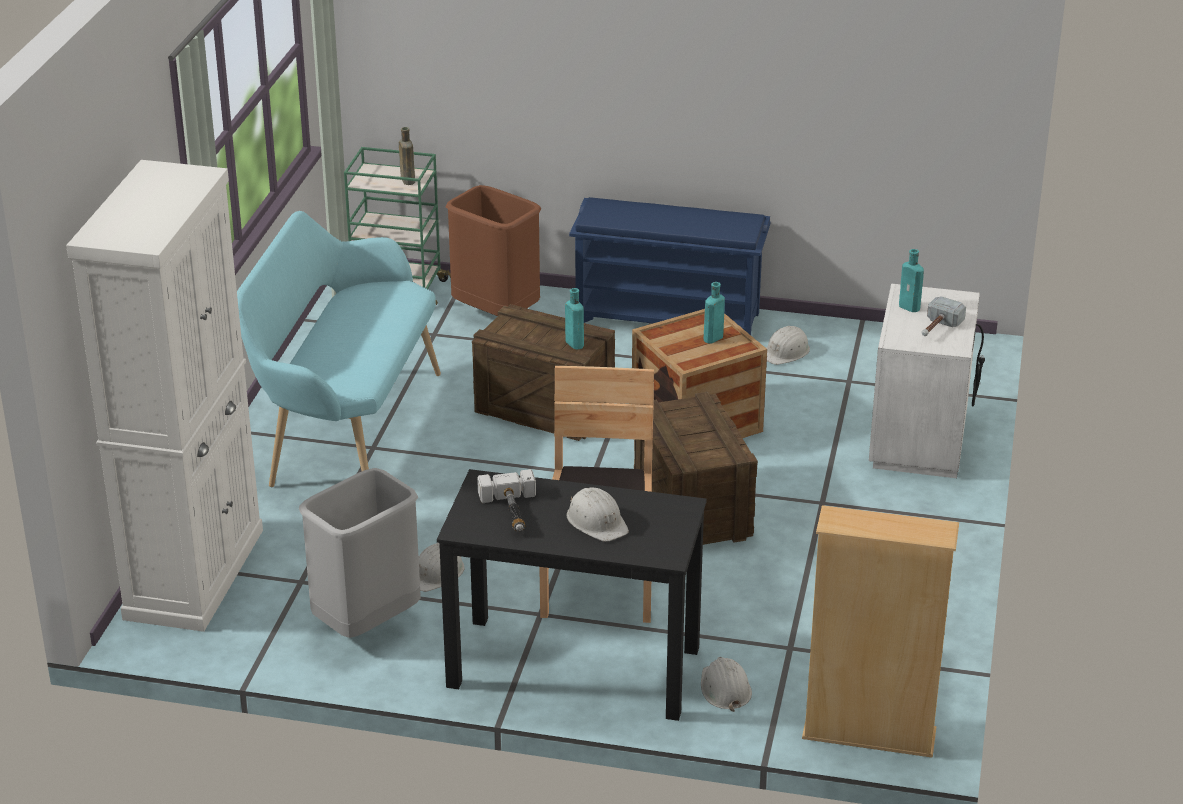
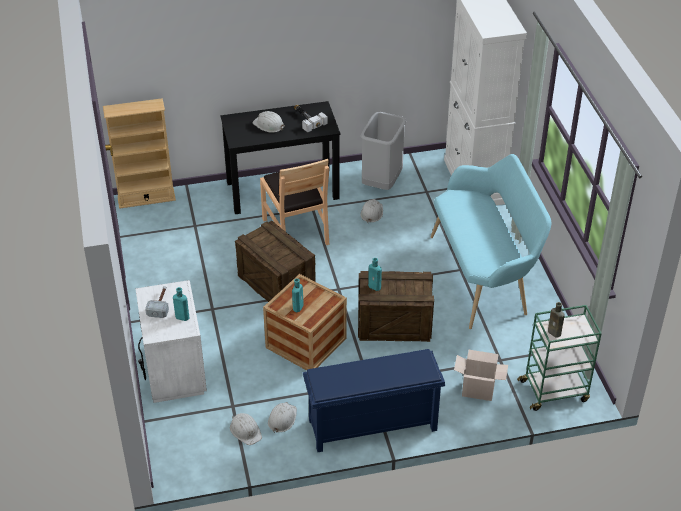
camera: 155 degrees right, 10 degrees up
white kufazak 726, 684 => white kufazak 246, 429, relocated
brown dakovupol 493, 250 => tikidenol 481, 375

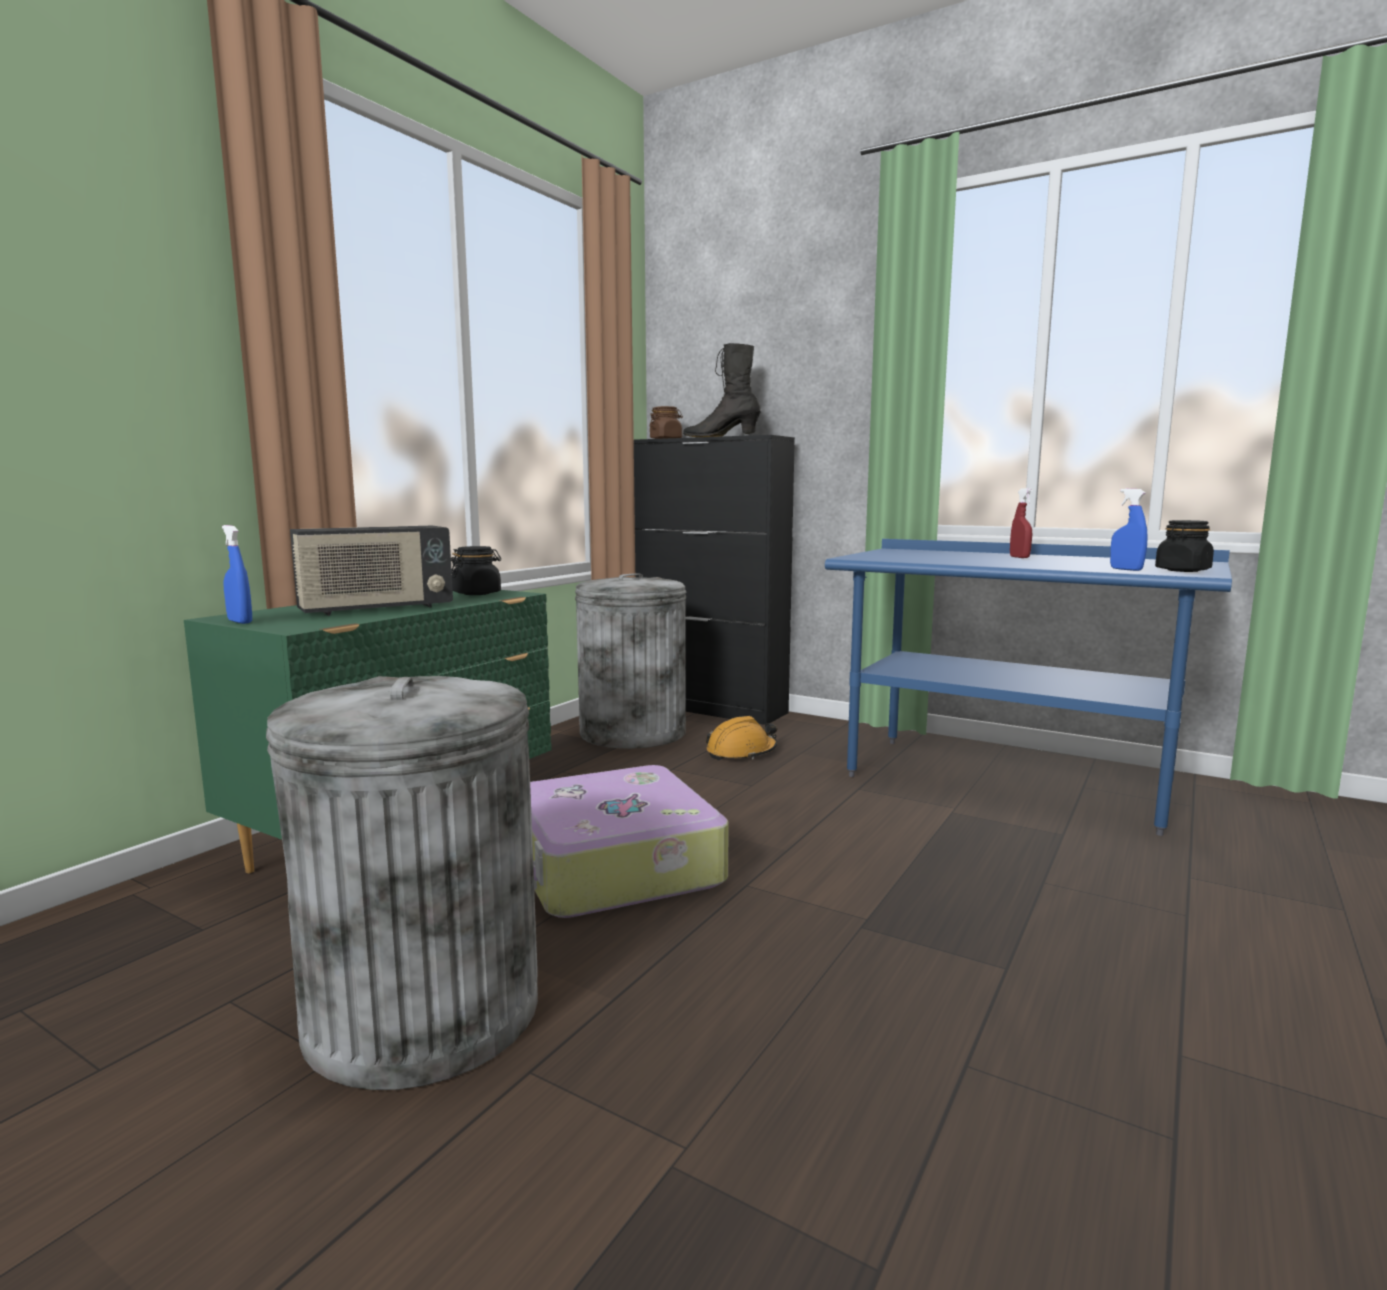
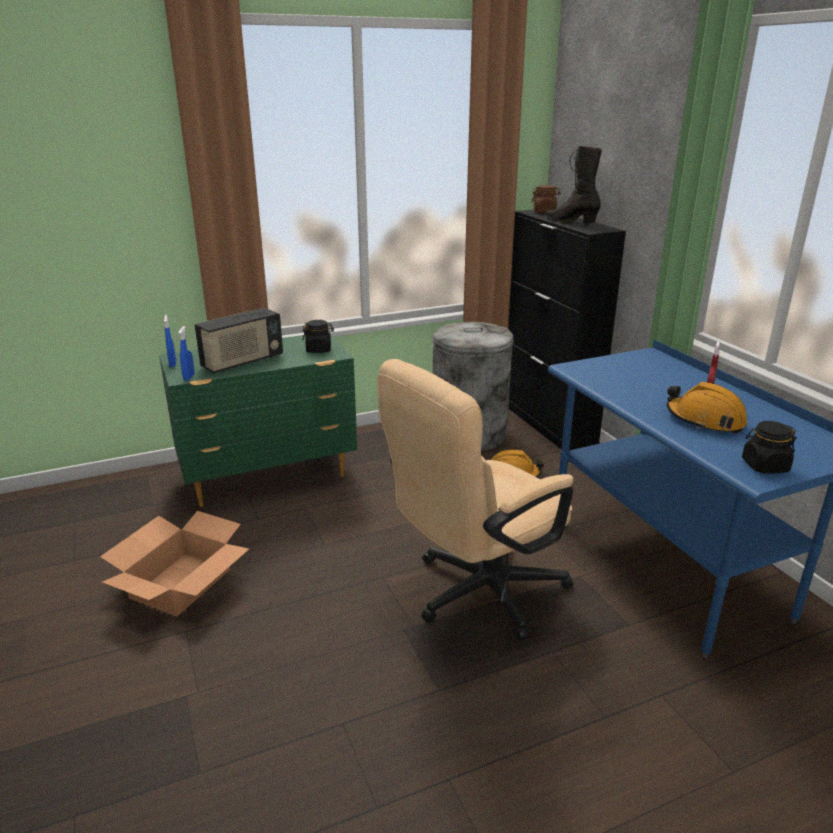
camera: 35 degrees right, 15 degrees up
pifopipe 629, 841 => nothing
nothing => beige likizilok 475, 500
nothing => orange kufazak 707, 408
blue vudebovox 1129, 530 => blue vudebovox 186, 353, relocated
grey dakovupol 402, 883 => tikidenol 174, 563
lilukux 371, 571 => lilukux 238, 340, 45 degrees counterclockwise

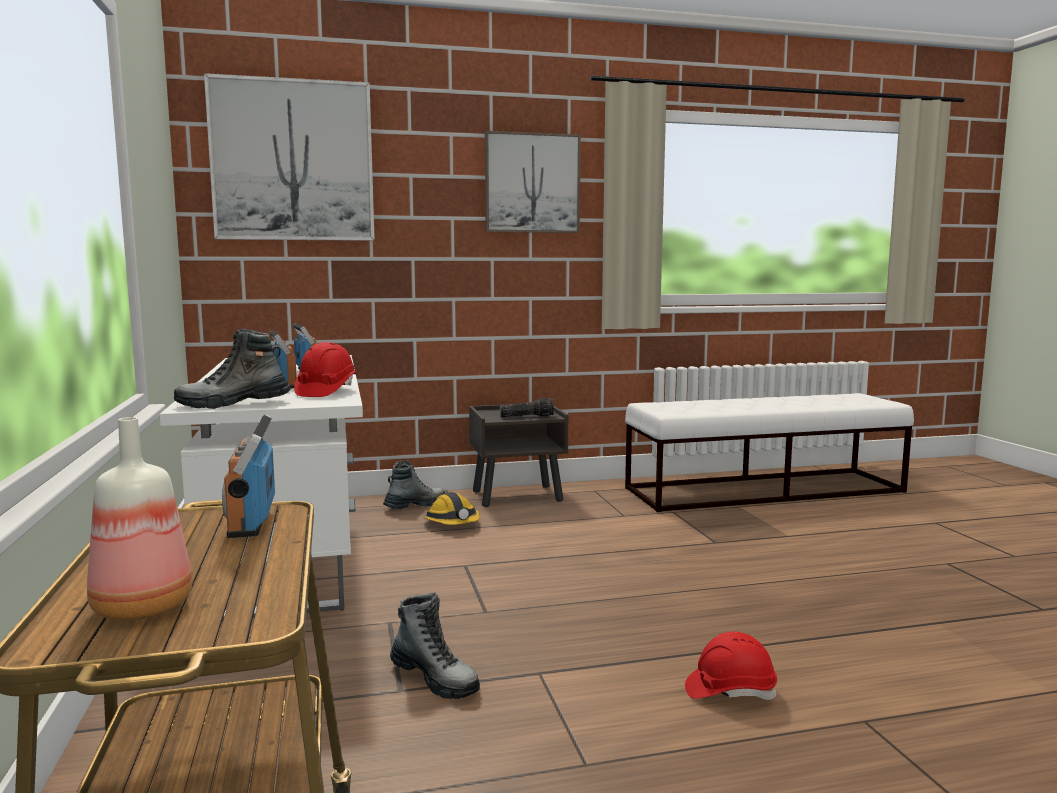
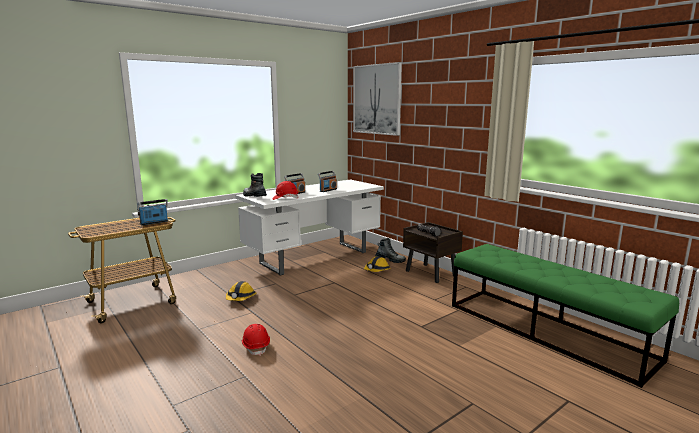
camera: 65 degrees right, 5 degrees up
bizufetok 140, 519 => nothing
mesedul 533, 182 => nothing
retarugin 435, 646 => kufazak 241, 291
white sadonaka 769, 452 => green sadonaka 565, 316

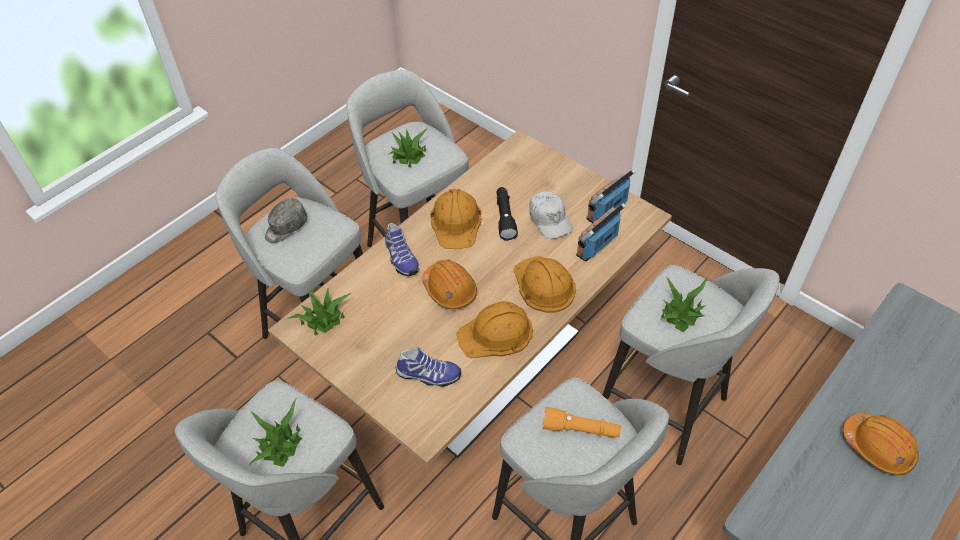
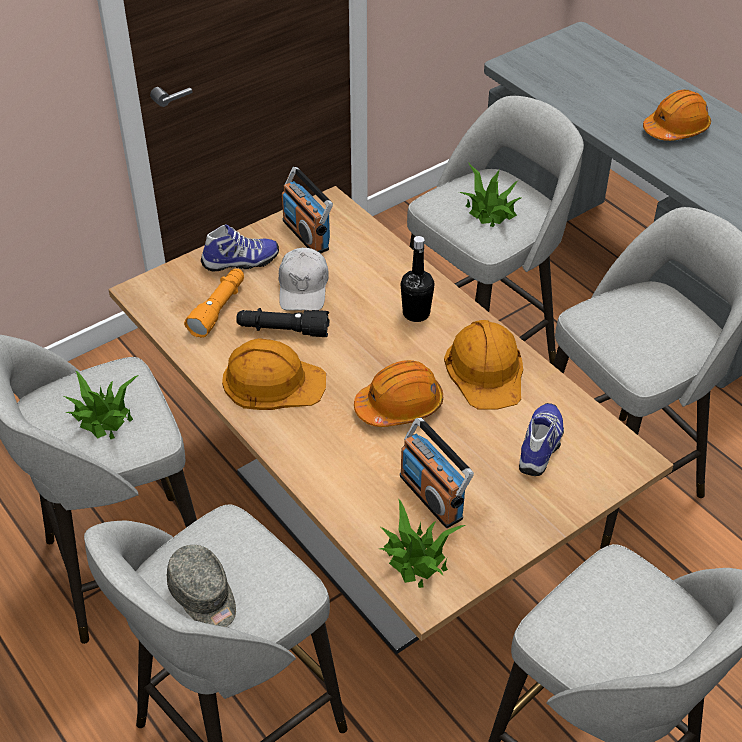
camera: 80 degrees left, 5 degrees down
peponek 275, 432 => nothing
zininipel 402, 249 => zininipel 240, 247, relocated
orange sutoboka 582, 422 => orange sutoboka 214, 303, relocated
lilukux 601, 232 => lilukux 437, 473, relocated
orange kufazak 545, 284 => black bizufetok 417, 279
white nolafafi 551, 215 => white nolafafi 303, 279, 105 degrees clockwise

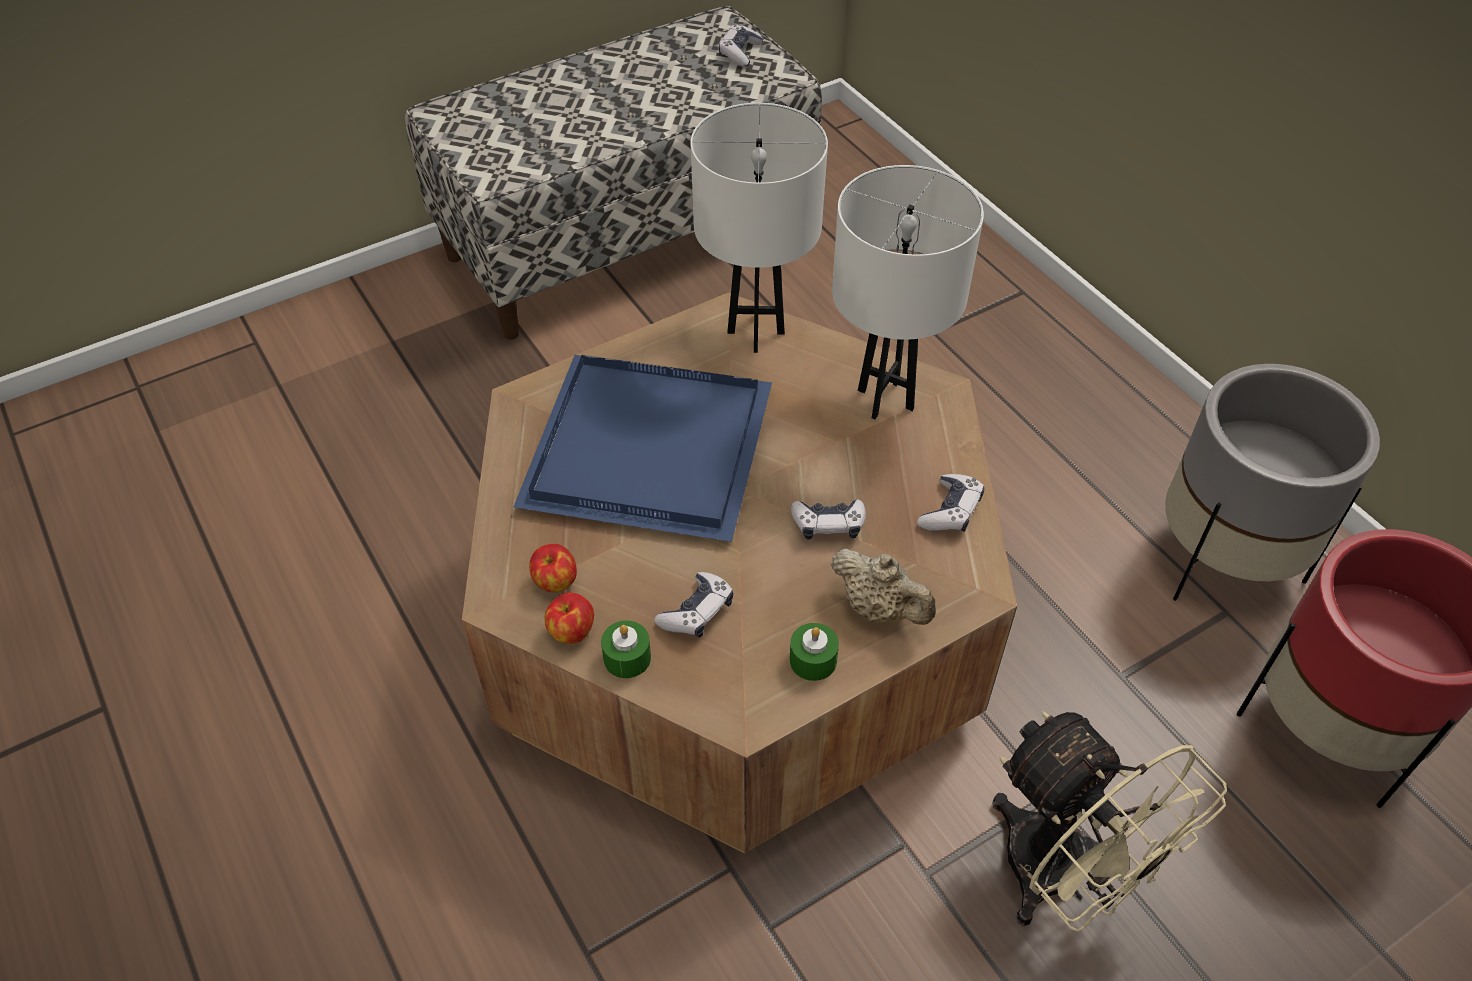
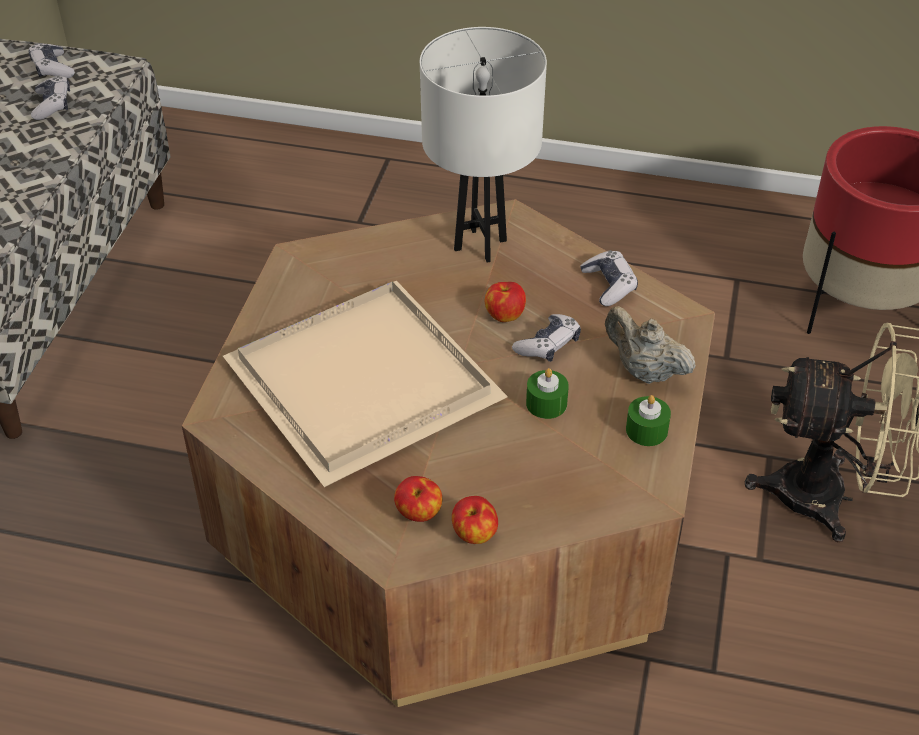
camera: 45 degrees left, 5 degrees down
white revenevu 759, 228 => nothing
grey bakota 1272, 482 => nothing
nothing => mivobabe 505, 302
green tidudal 626, 649 => green tidudal 547, 393, relocated
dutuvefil 693, 605 => dutuvefil 50, 98, relocated
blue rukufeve 642, 448 => beige rukufeve 365, 384
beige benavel 883, 587 => beige benavel 650, 345, 135 degrees counterclockwise

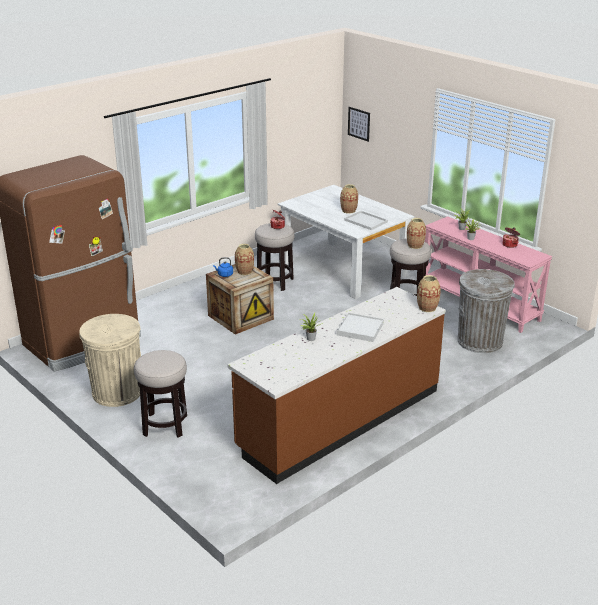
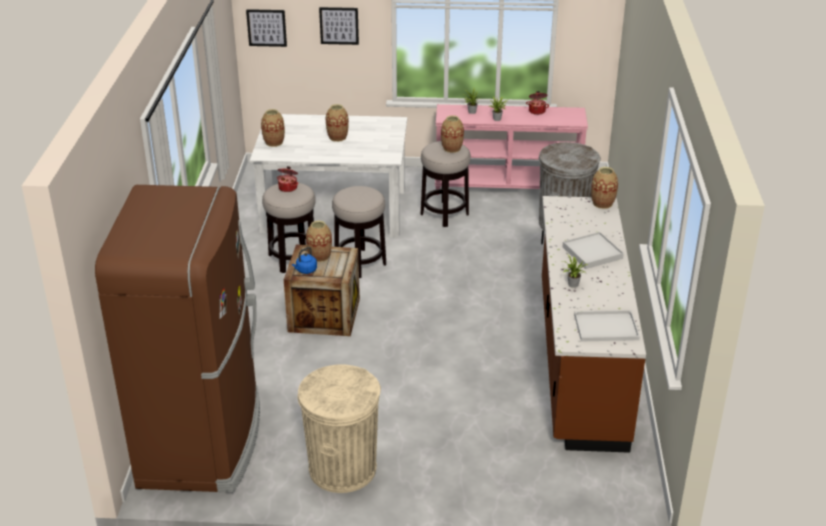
camera: 45 degrees left, 5 degrees up
nothing => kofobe 273, 128
nothing => mesedul 339, 26
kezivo 160, 394 => kezivo 359, 232, relocated
white rukufeve 366, 220 => white rukufeve 607, 325, relocated

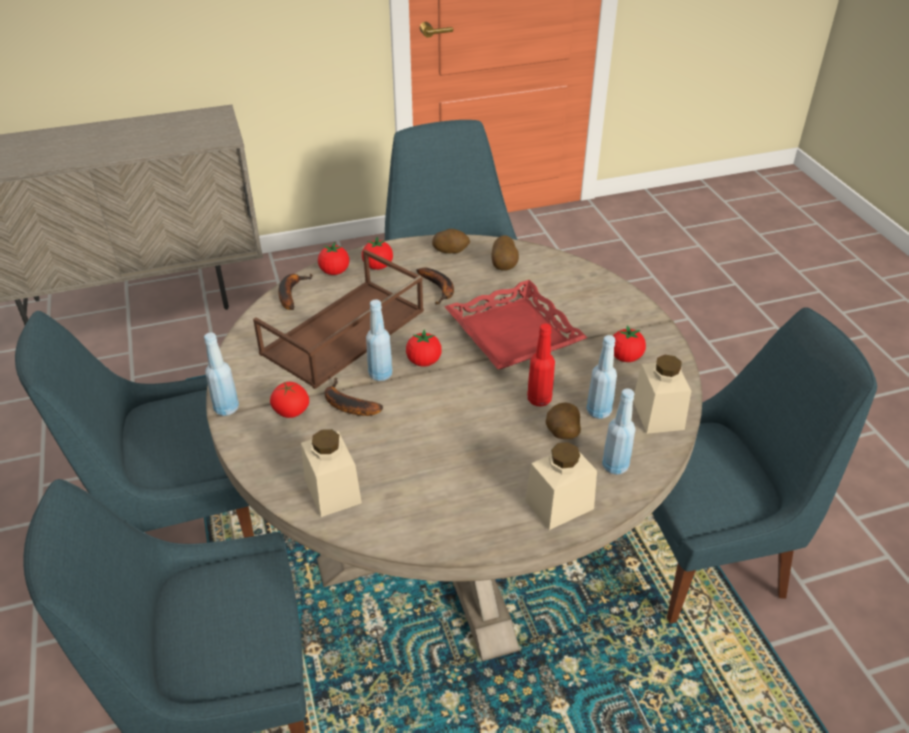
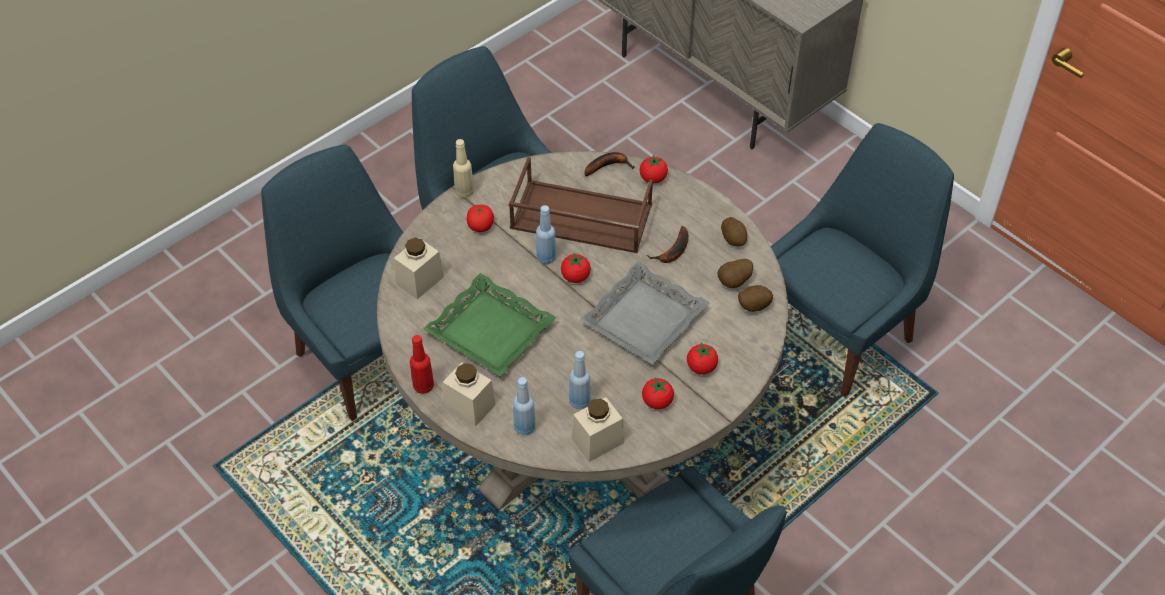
camera: 65 degrees right, 10 degrees up
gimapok 354, 397 => nothing
nothing => green rukufeve 490, 325
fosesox 377, 253 => fosesox 702, 358, relocated
red bizufetok 541, 365 => red bizufetok 422, 364, relocated
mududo 563, 420 => mududo 755, 298, relocated
blue bizufetok 221, 374 => beige bizufetok 463, 168
red rukufeve 516, 324 => grey rukufeve 644, 313

